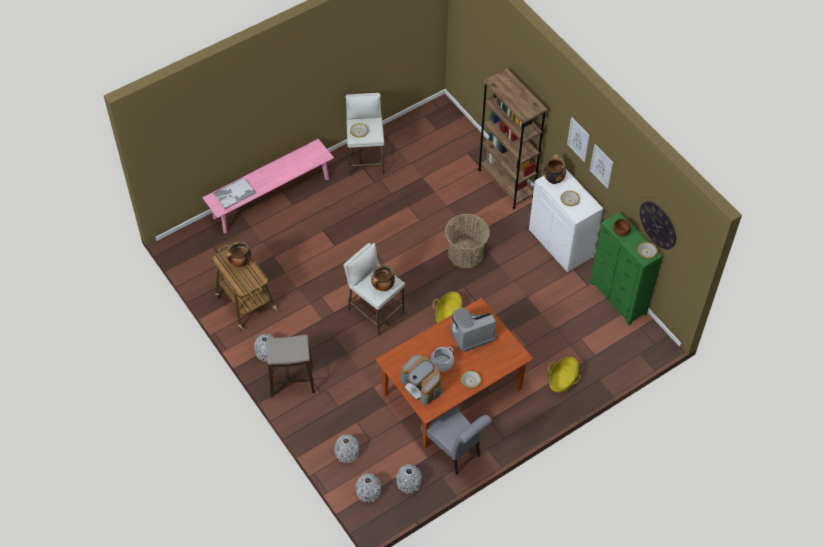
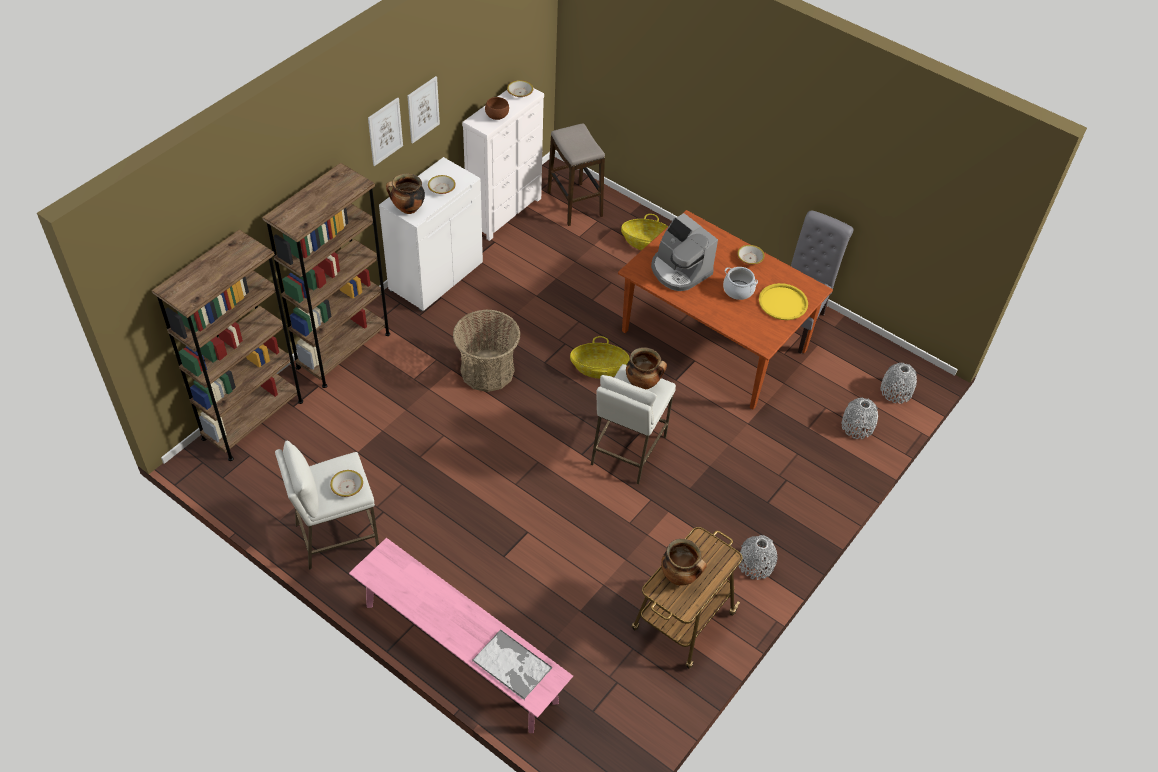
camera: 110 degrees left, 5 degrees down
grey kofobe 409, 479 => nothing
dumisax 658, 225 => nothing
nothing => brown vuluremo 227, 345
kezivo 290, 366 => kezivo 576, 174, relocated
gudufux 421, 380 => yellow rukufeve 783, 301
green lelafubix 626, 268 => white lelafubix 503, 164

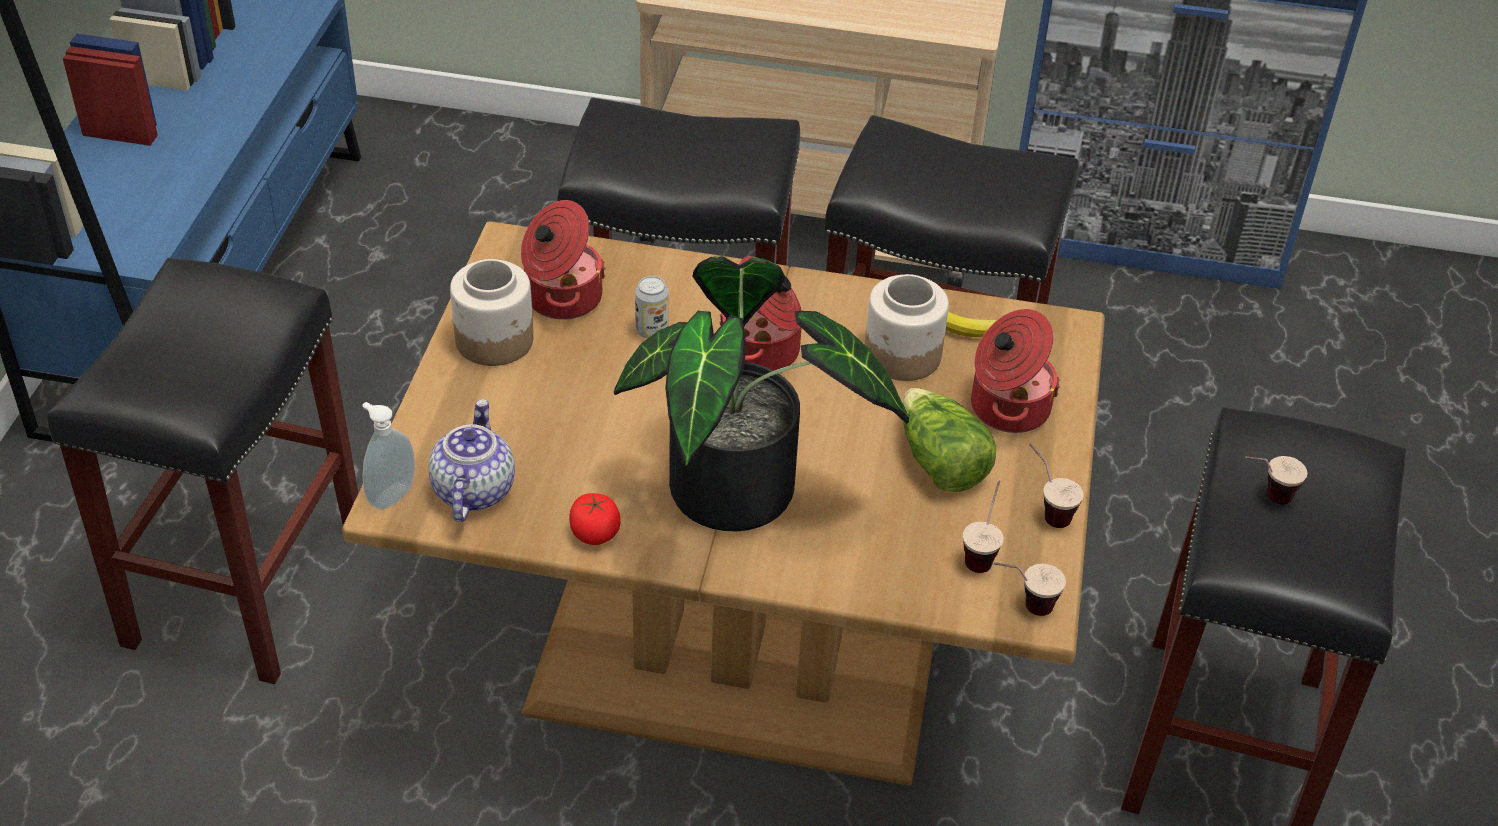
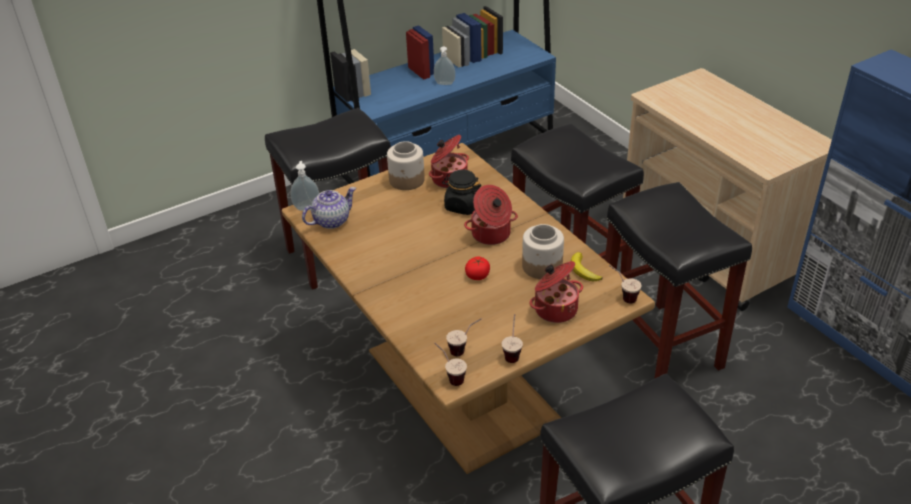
camera: 50 degrees right, 5 degrees down
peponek 761, 393 => nothing
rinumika 949, 440 => nothing
nothing => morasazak 444, 65
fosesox 595, 519 => fosesox 477, 268, relocated
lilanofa 1276, 480 => lilanofa 625, 284, relocated
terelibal 652, 307 => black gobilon 461, 192

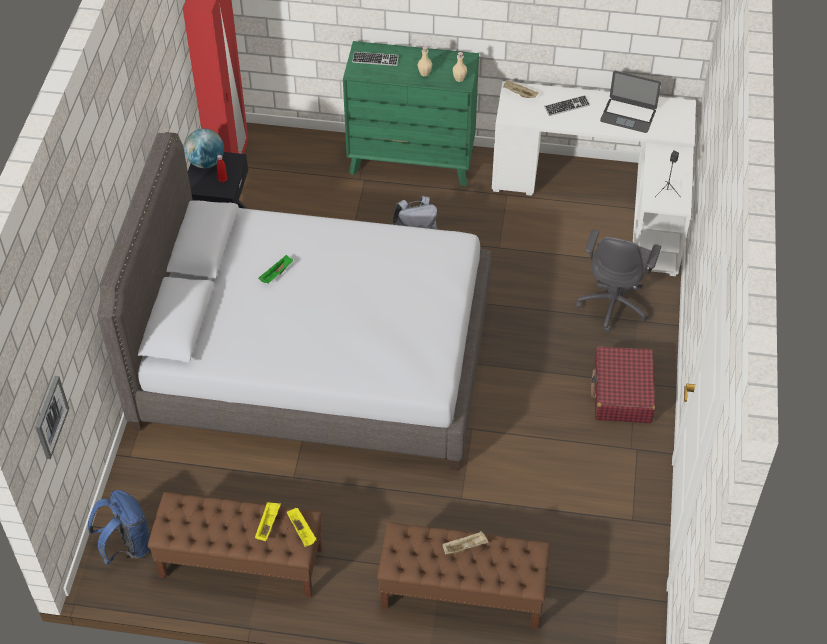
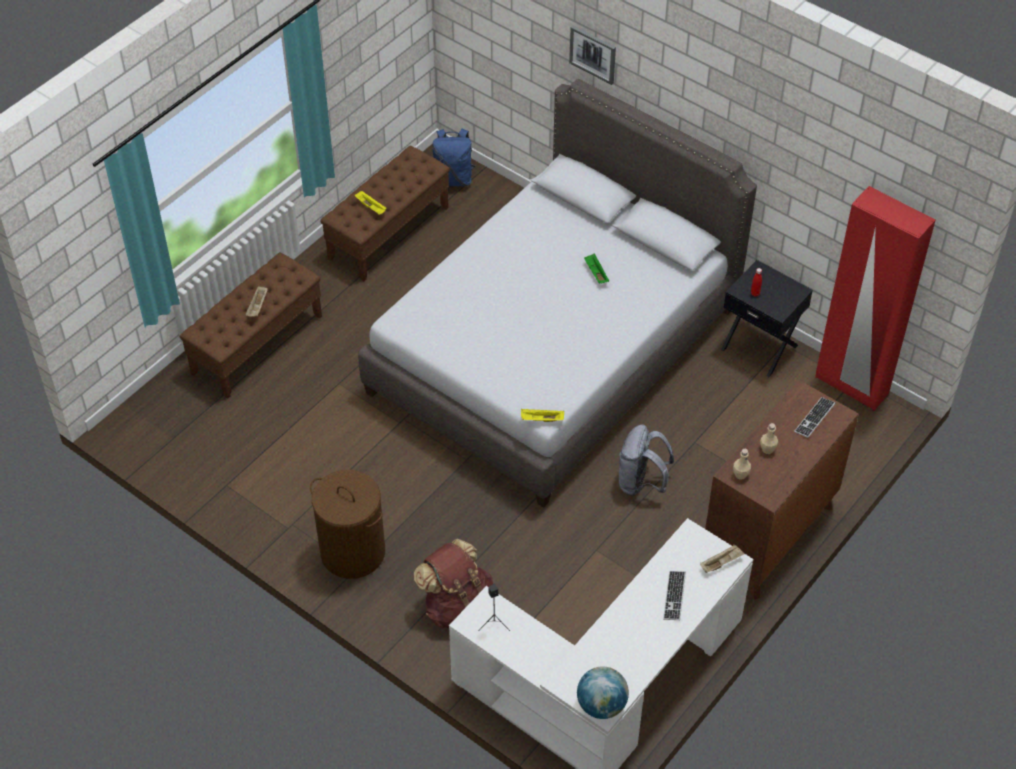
camera: 120 degrees right, 0 degrees up
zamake 630, 102 => nothing
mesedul 52, 417 => mesedul 592, 55, relocated
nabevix 204, 148 => nabevix 603, 692, relocated
yellow rukufeve 301, 527 => yellow rukufeve 542, 415, relocated
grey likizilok 618, 281 => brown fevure 453, 583
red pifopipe 623, 384 => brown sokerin 347, 524
green lelafubix 411, 114 => brown lelafubix 782, 490

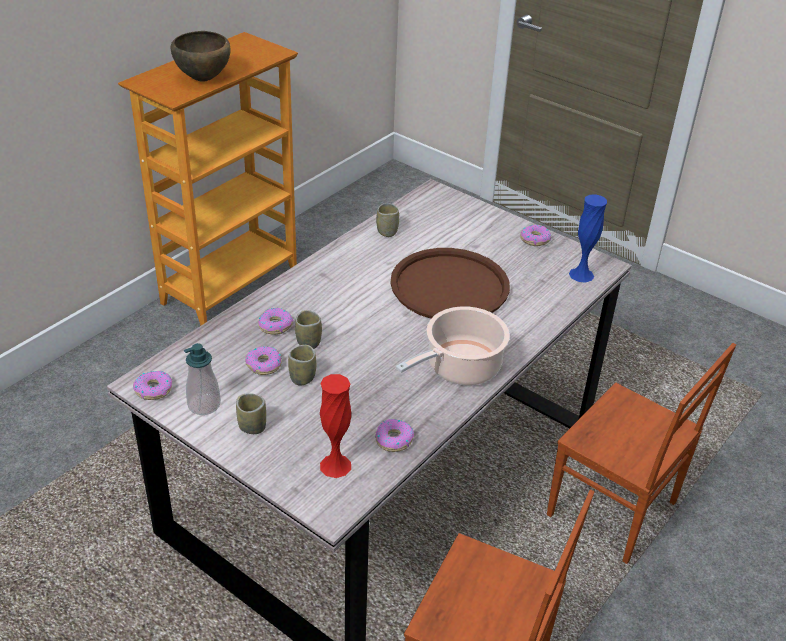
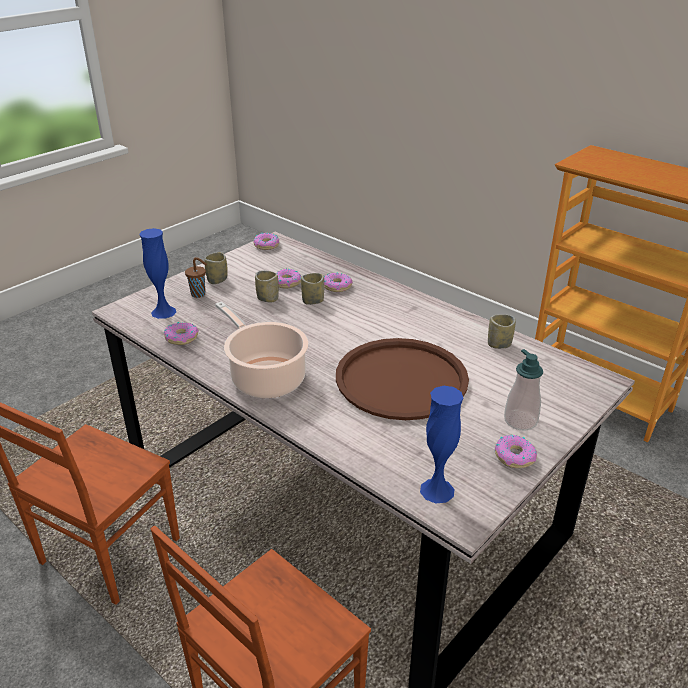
camera: 95 degrees right, 5 degrees down
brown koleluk 201, 56 => nothing
nothing => brown lilanofa 196, 277
morasazak 202, 379 => morasazak 523, 390, relocated
red kofobe 335, 426 => blue kofobe 157, 273

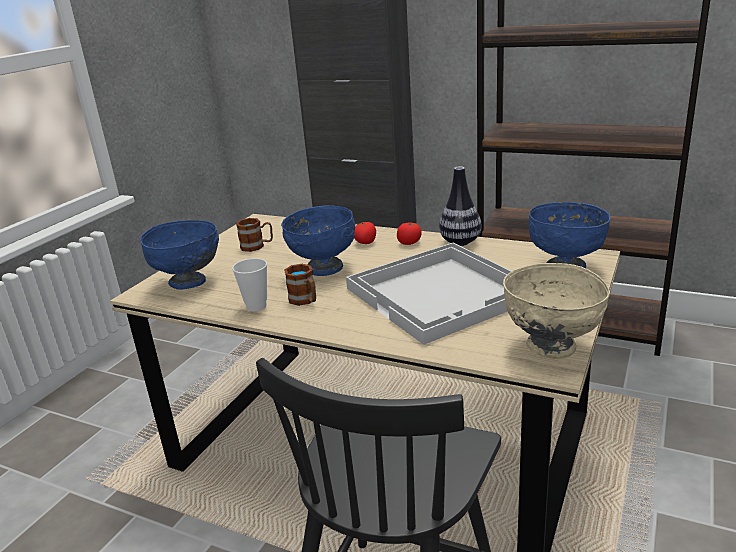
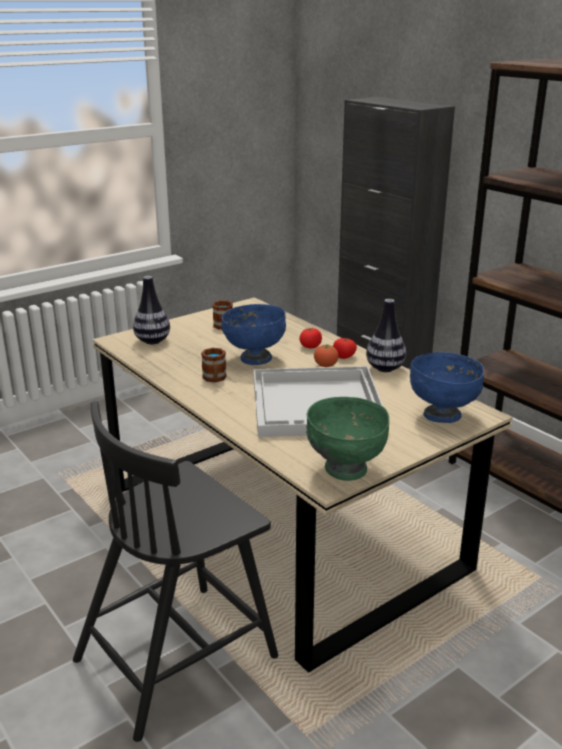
camera: 25 degrees right, 0 degrees up
lilanofa 249, 284 => nothing
nothing => fosesox 326, 355
blue koleluk 179, 255 => kofobe 151, 310
beige koleluk 556, 311 => green koleluk 347, 439

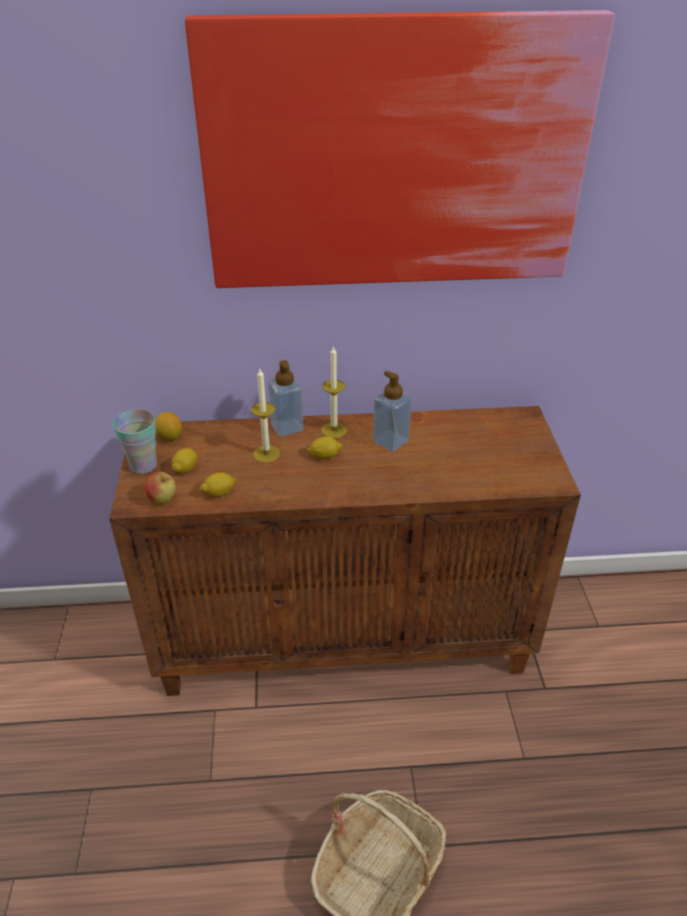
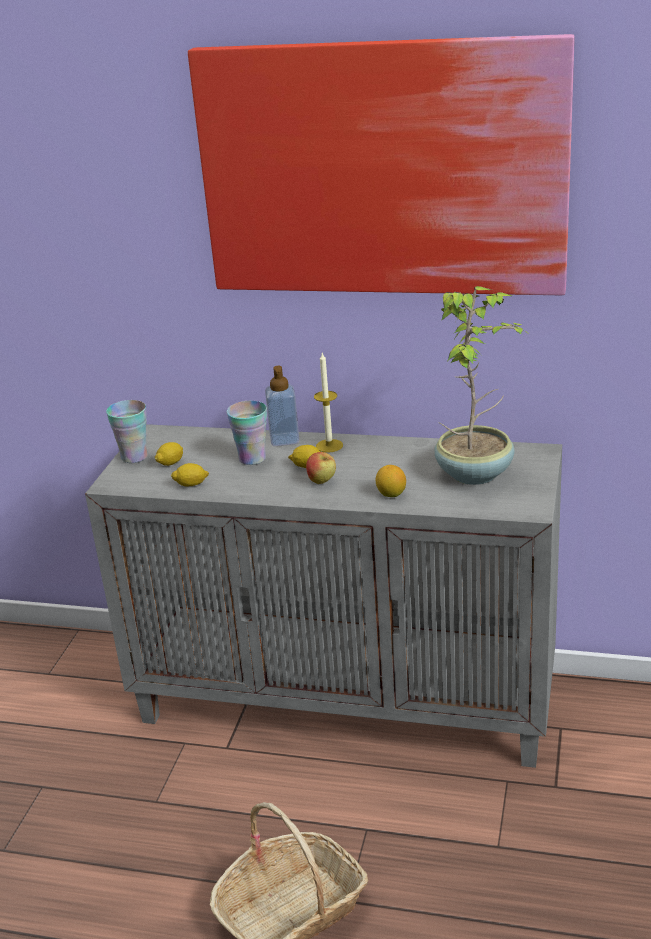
camera: 20 degrees right, 10 degrees down
morasazak 392, 411 => nothing
nothing => peponek 482, 385
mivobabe 160, 488 => mivobabe 321, 468, relocated
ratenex 168, 426 => ratenex 391, 481, relocated
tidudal 265, 416 => lilanofa 247, 433
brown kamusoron 345, 551 => grey kamusoron 323, 596

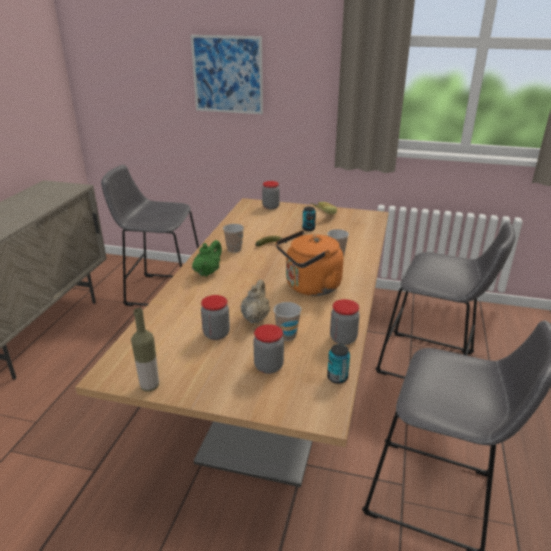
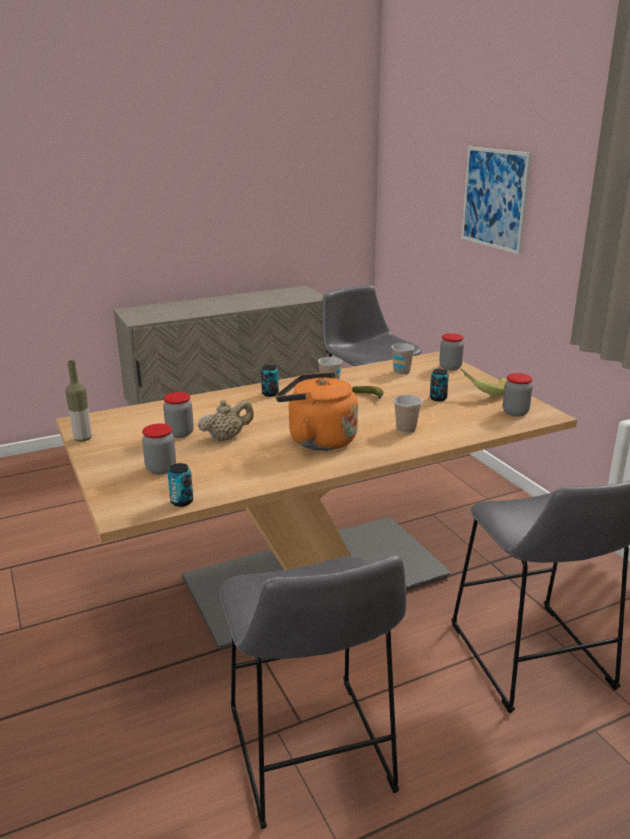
camera: 50 degrees right, 5 degrees down
lilanofa 287, 321 => lilanofa 403, 359, relocated
gobilon 345, 322 => gobilon 518, 394, relocated
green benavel 207, 258 => terelibal 270, 381

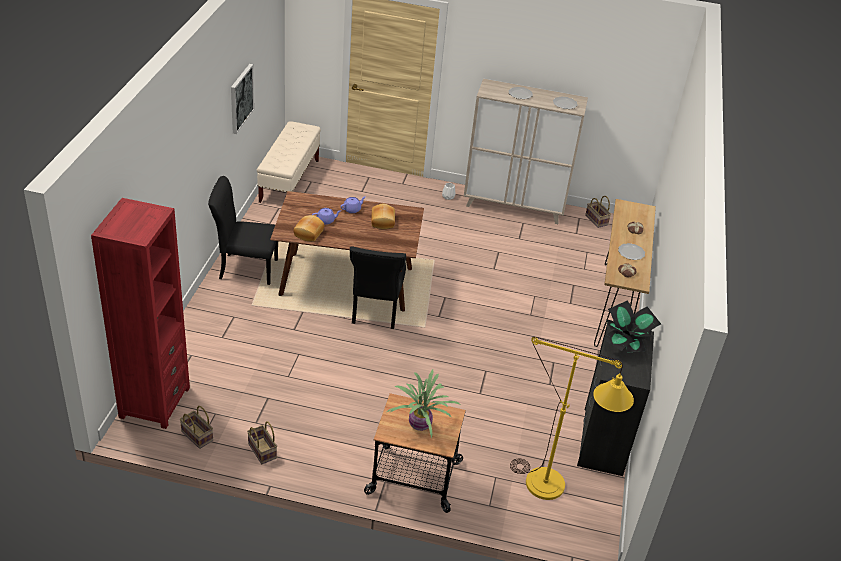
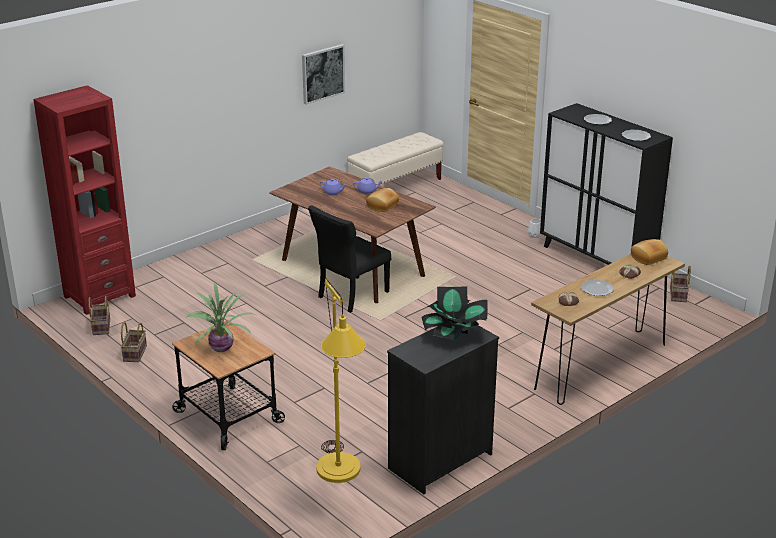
camera: 40 degrees right, 10 degrees down
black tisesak 243, 230 => nothing
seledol 309, 228 => seledol 649, 252, relocated
beige kamusoron 526, 151 => black kamusoron 606, 184

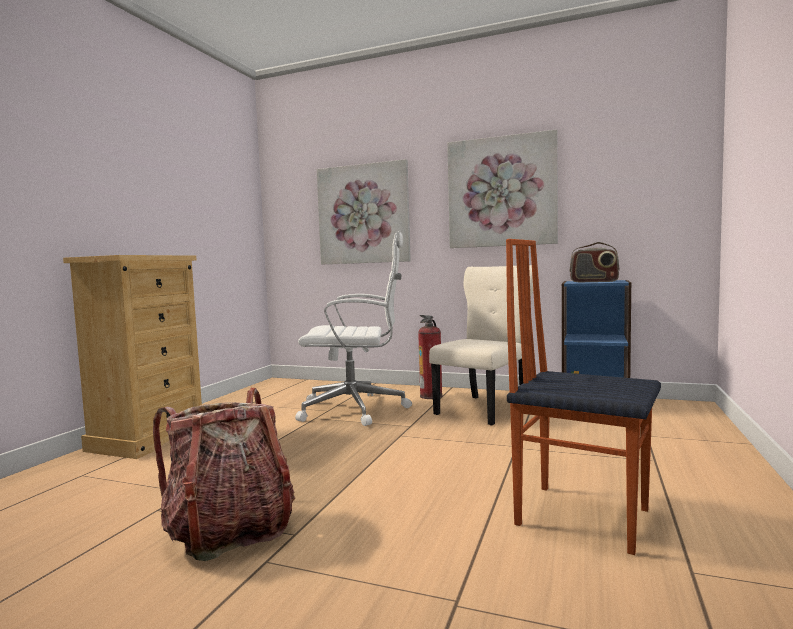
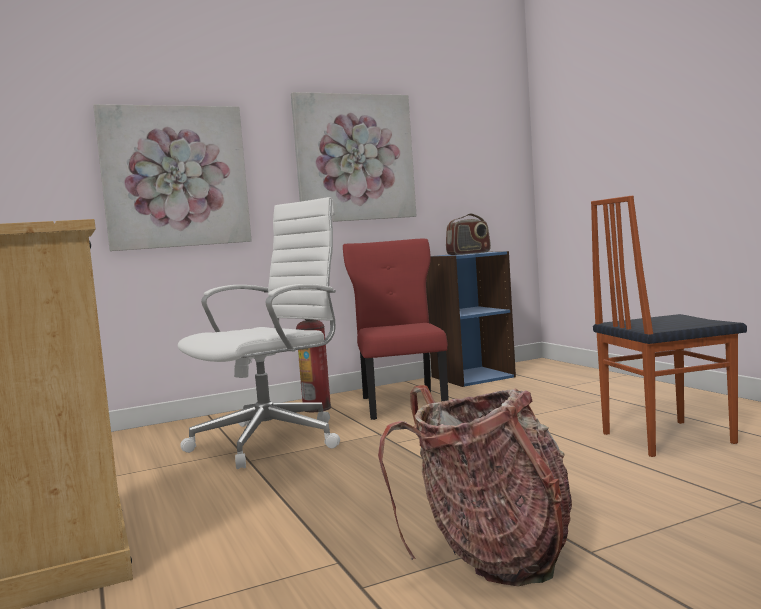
camera: 45 degrees left, 0 degrees up
beige tisesak 481, 345 => red tisesak 396, 329

